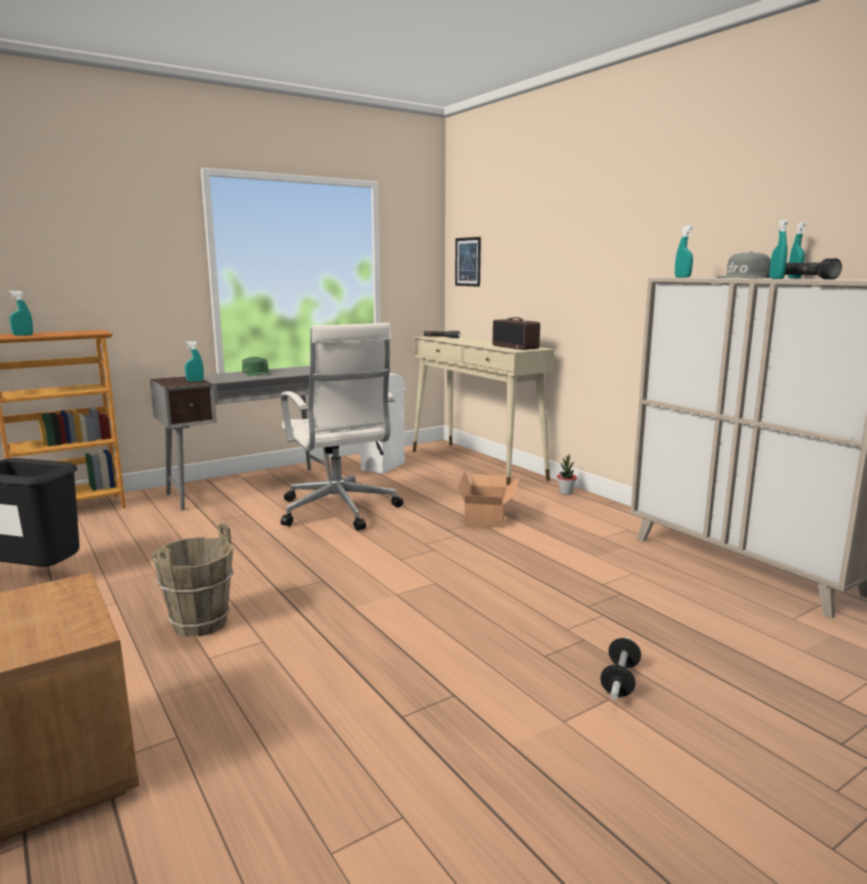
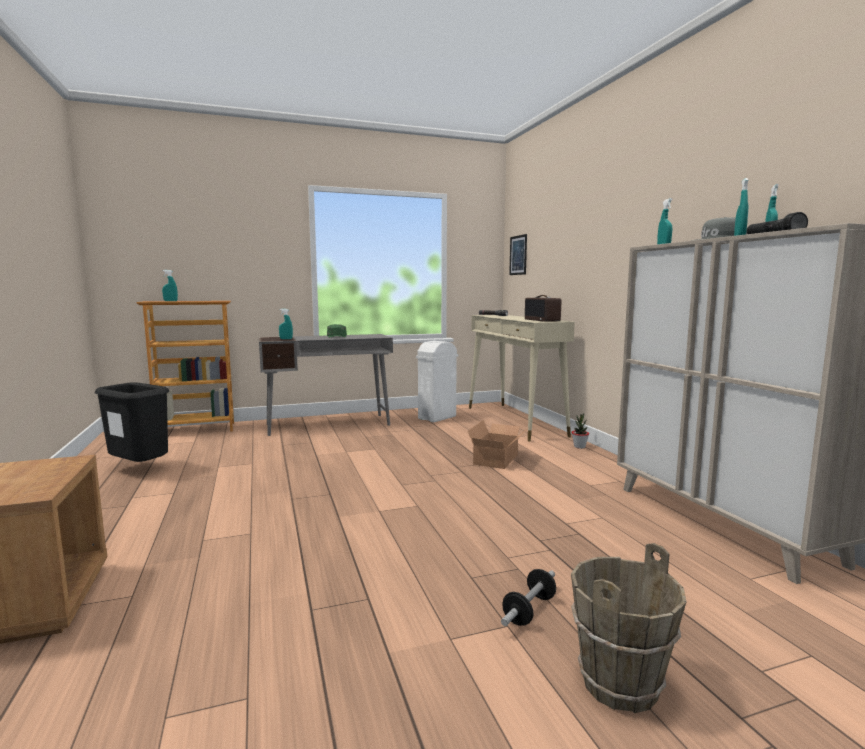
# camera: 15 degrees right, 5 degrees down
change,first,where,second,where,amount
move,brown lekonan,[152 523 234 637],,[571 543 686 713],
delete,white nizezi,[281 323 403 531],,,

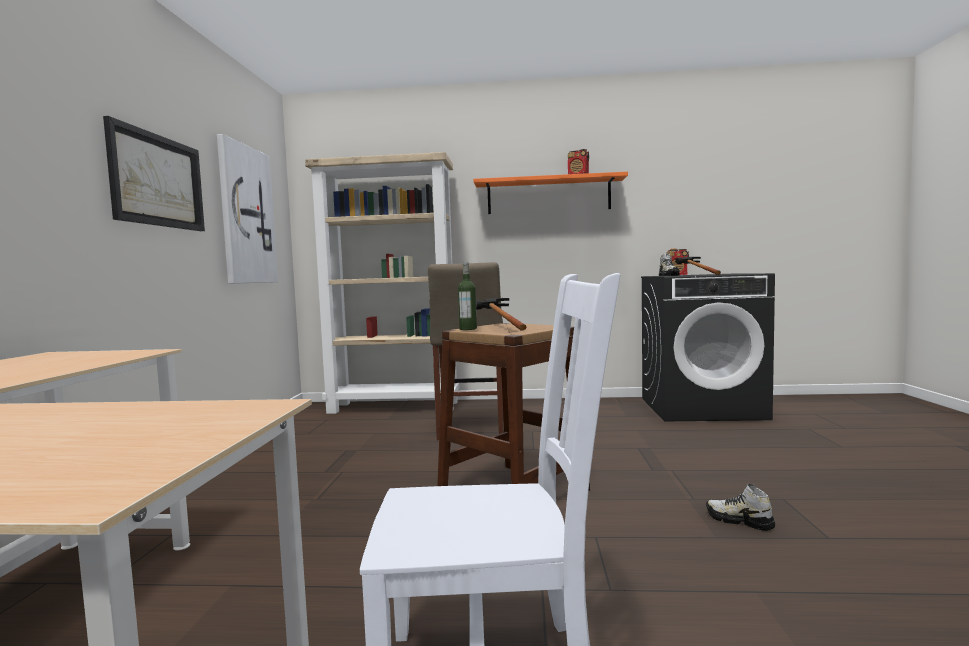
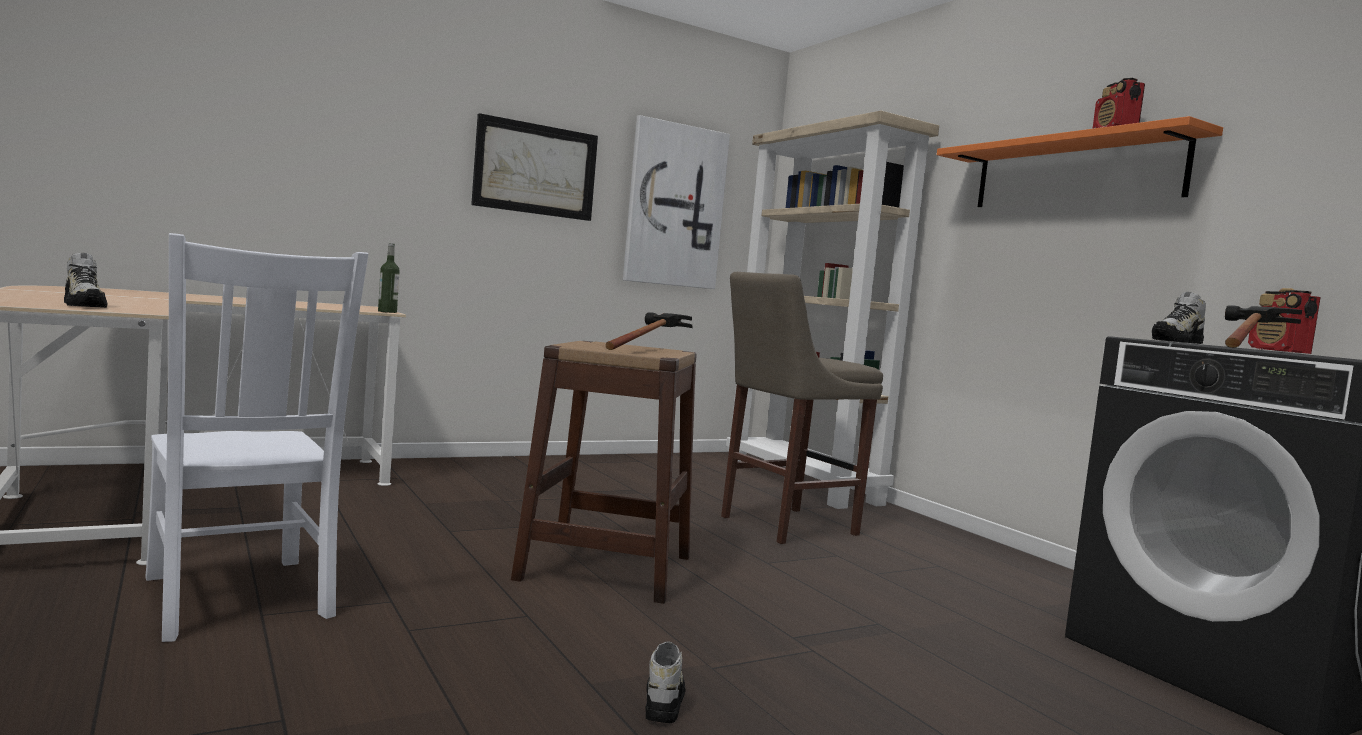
# camera: 55 degrees right, 0 degrees up
change,first,where,second,where,amount
insert,,,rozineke,[64 253 107 308],
move,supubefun,[458 262 477 330],,[378 243 400 313],

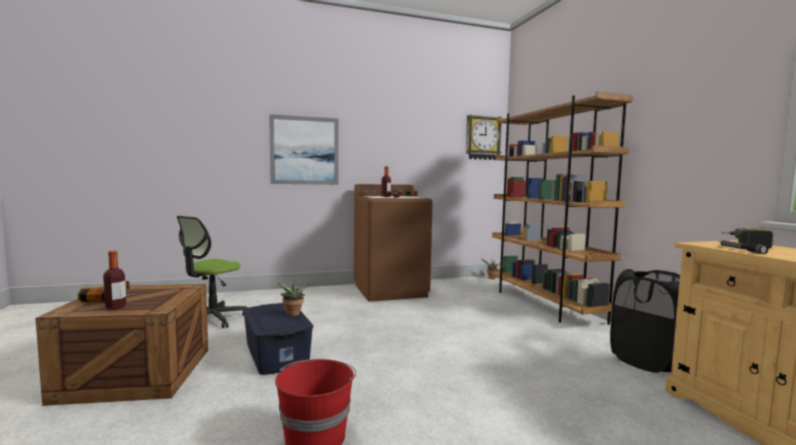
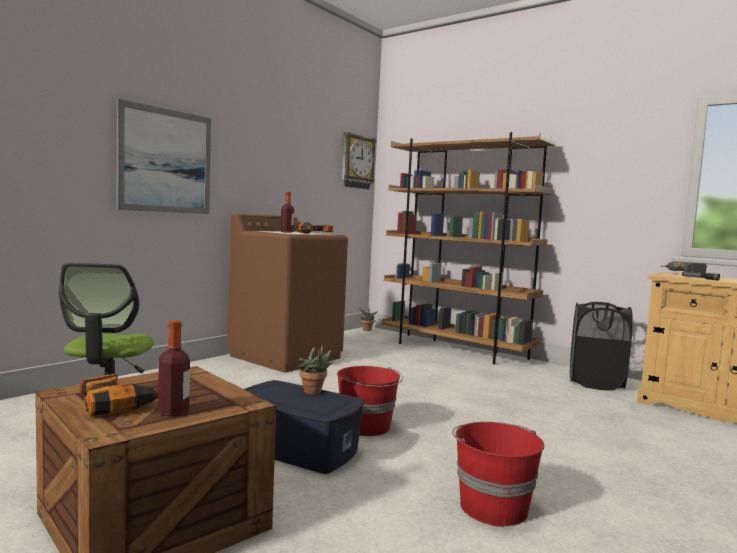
# camera: 35 degrees left, 0 degrees up
change,first,where,second,where,amount
insert,,,red lekonan,[337 366 403 436],

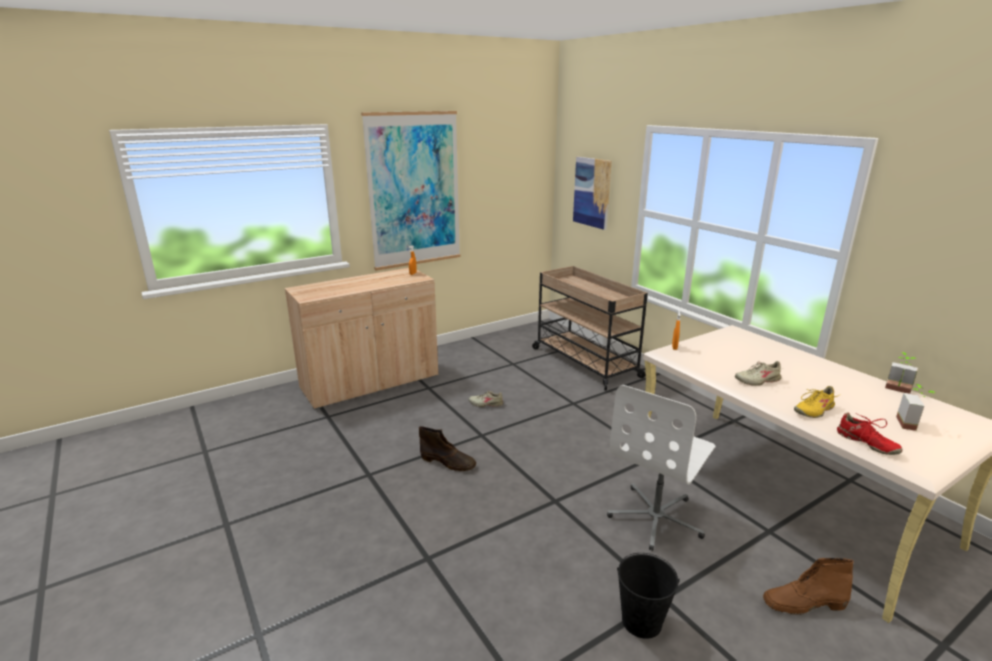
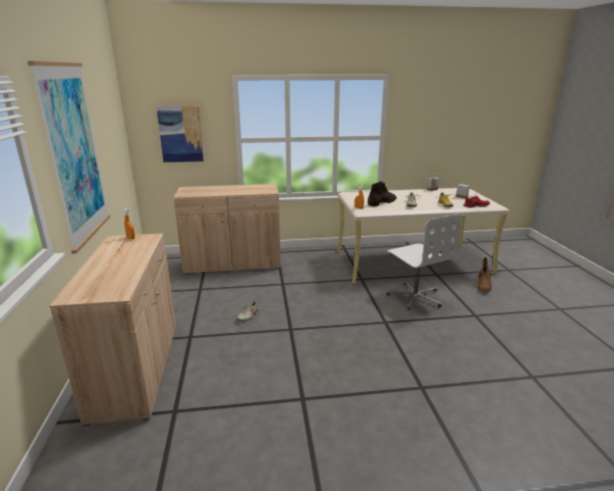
# camera: 65 degrees left, 0 degrees up
change,first,where,second,where,amount
replace,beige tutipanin,[532 266 648 391],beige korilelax,[173 184 281 274],
move,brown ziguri,[419 426 476 471],,[368 181 397 206],
delete,black lekonan,[617 553 680 639],,,

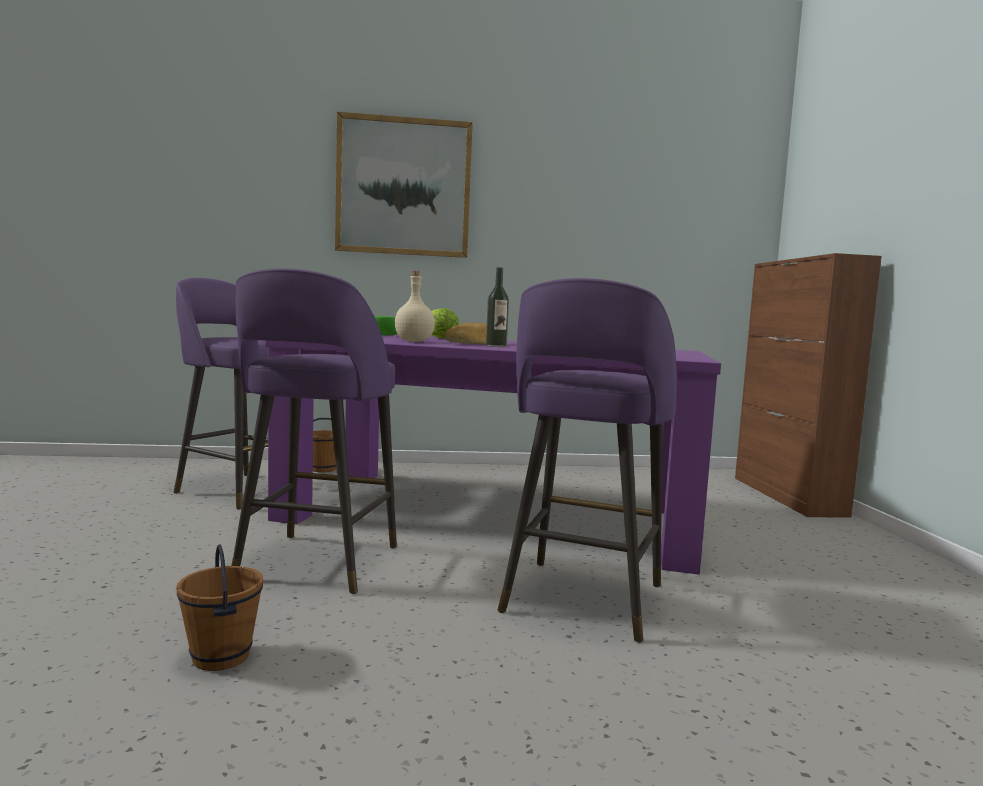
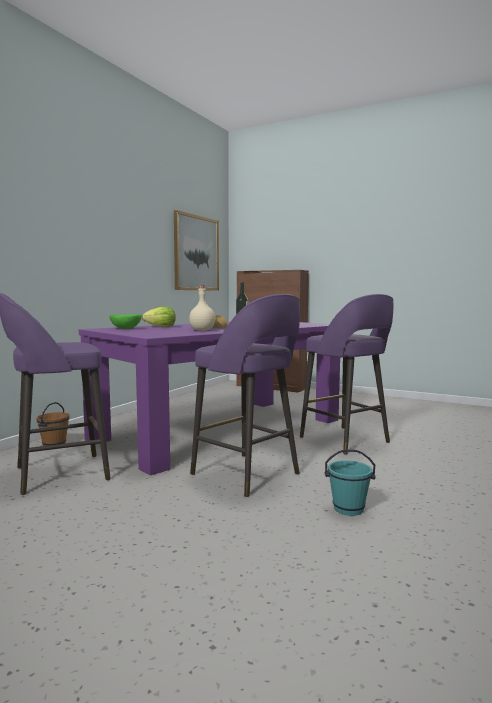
# camera: 55 degrees left, 0 degrees up
change,first,where,second,where,amount
move,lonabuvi,[335 112 473 258],,[174 210 219 291],
recolor,brown lekonan,[176 544 263 671],turquoise lekonan,[325 449 375 516],

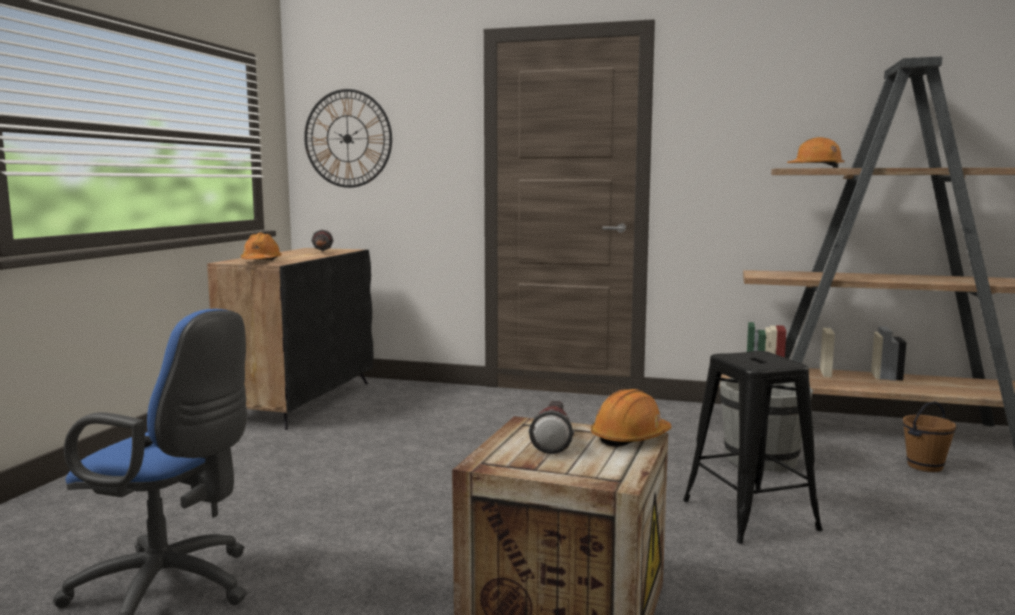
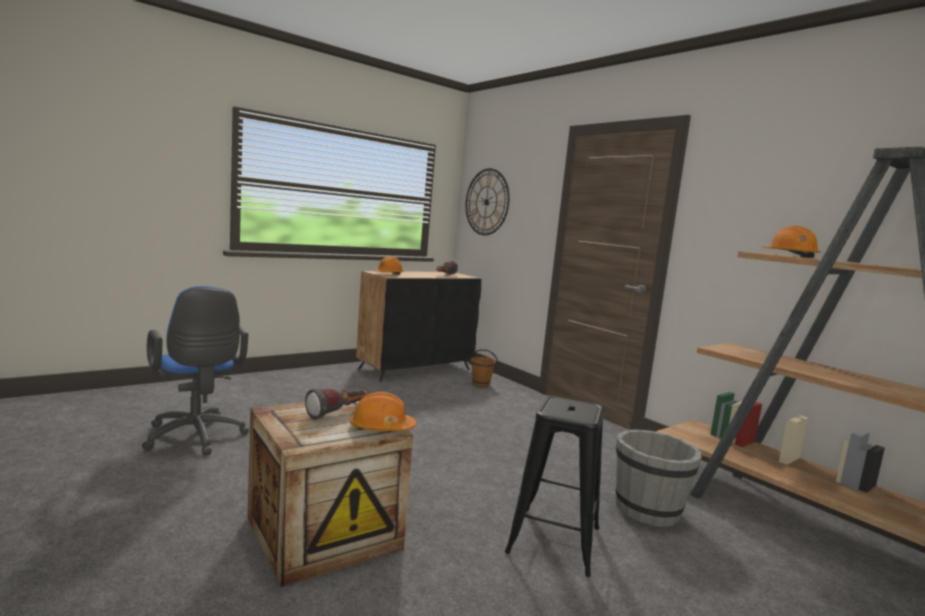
# camera: 35 degrees right, 0 degrees up
change,first,where,second,where,amount
move,brown lekonan,[903 401 956 472],,[469 349 498 387],

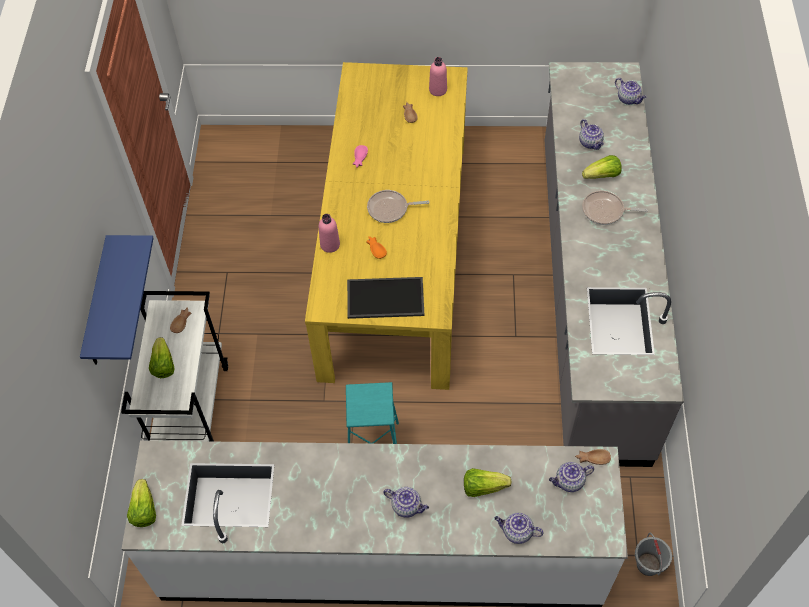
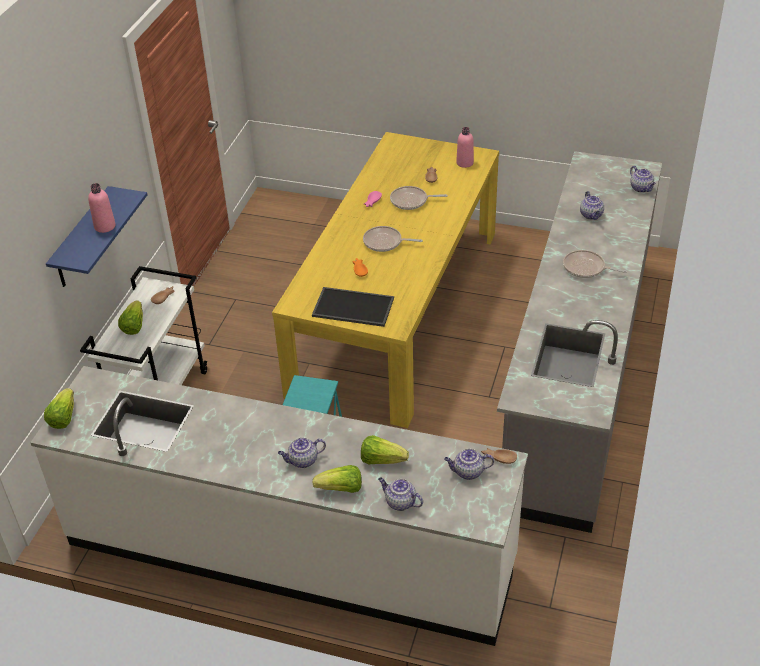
# camera: 15 degrees right, 15 degrees down
change,first,where,second,where,amount
move,pink supubefun,[319 214 340 253],,[88 183 116 233],
rotate,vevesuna,[384 487 429 518],,[278 437 326 468],120 degrees clockwise
move,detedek,[582 155 622 179],,[312 465 362 493],
insert,,,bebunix,[390 186 448 210],
delete,grey lekonan,[635 533 672 576],,,

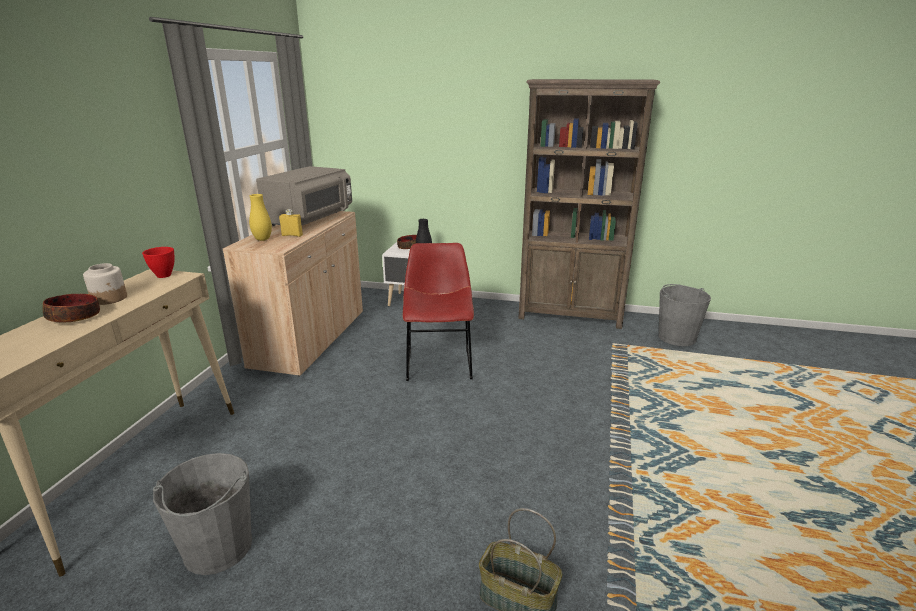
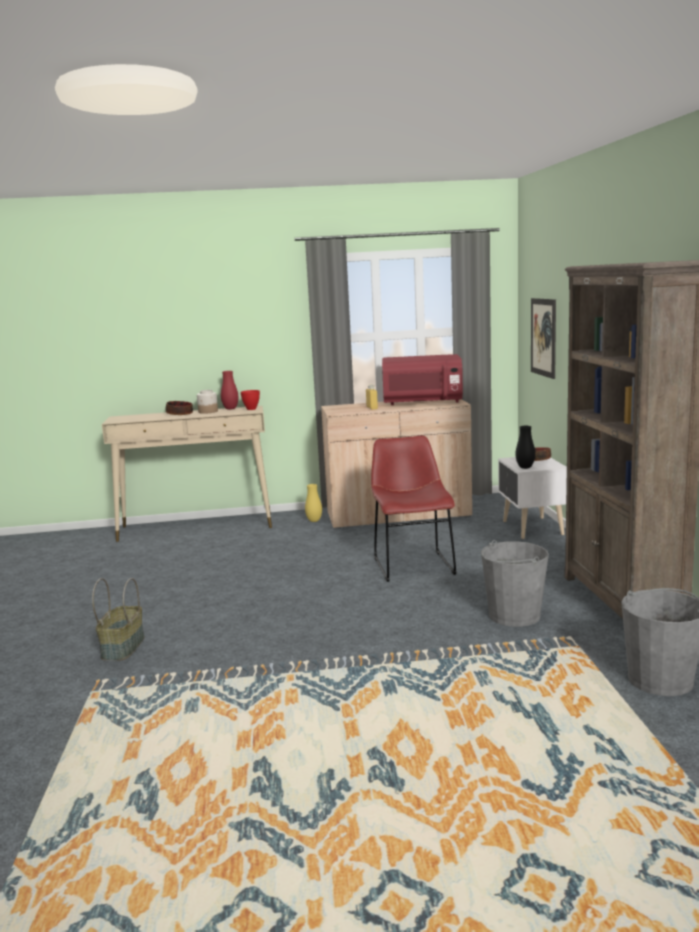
# camera: 70 degrees right, 10 degrees down
change,first,where,second,where,amount
insert,,,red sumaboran,[221 371 239 410],
move,yellow sumaboran,[249 194 272 241],,[305 484 322 522],
rotate,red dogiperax,[403 243 474 381],,[371 435 456 582],75 degrees counterclockwise
recolor,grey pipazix,[256 166 352 226],red pipazix,[382 354 463 405],
move,grey lekonan,[153 453 252 575],,[481 540 549 627],
insert,,,lonabuvi,[531 298 556 379],

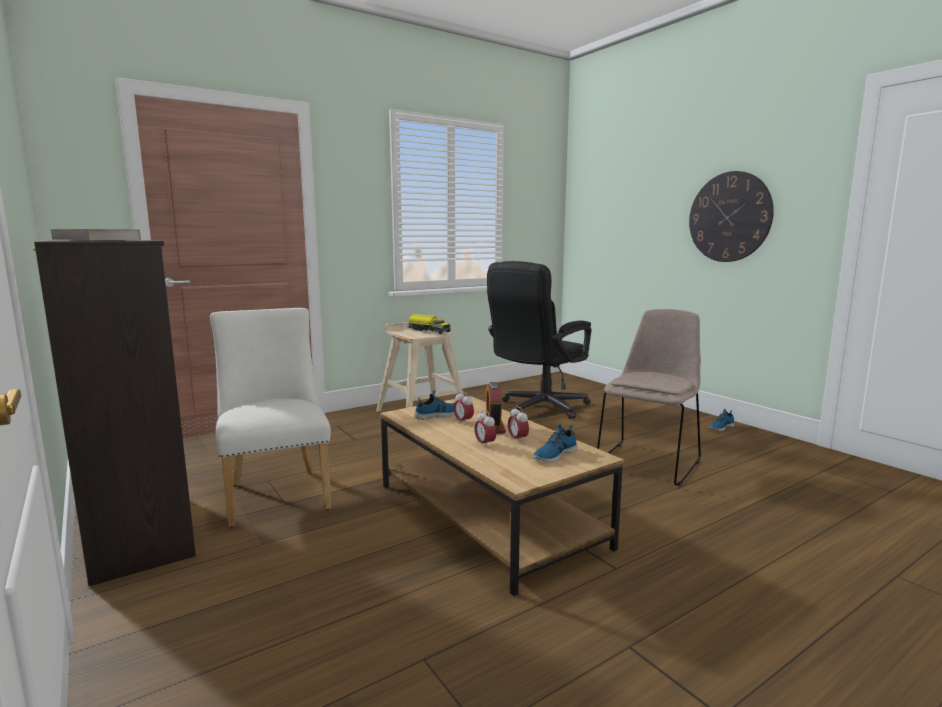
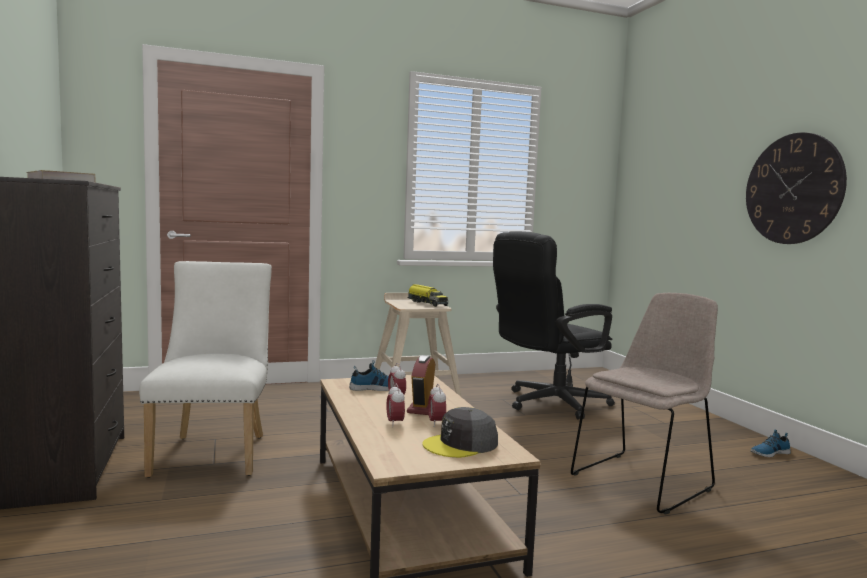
# camera: 15 degrees right, 5 degrees down
change,first,where,second,where,amount
replace,rozineke,[533 424 577 462],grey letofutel,[423 407 498 458],

